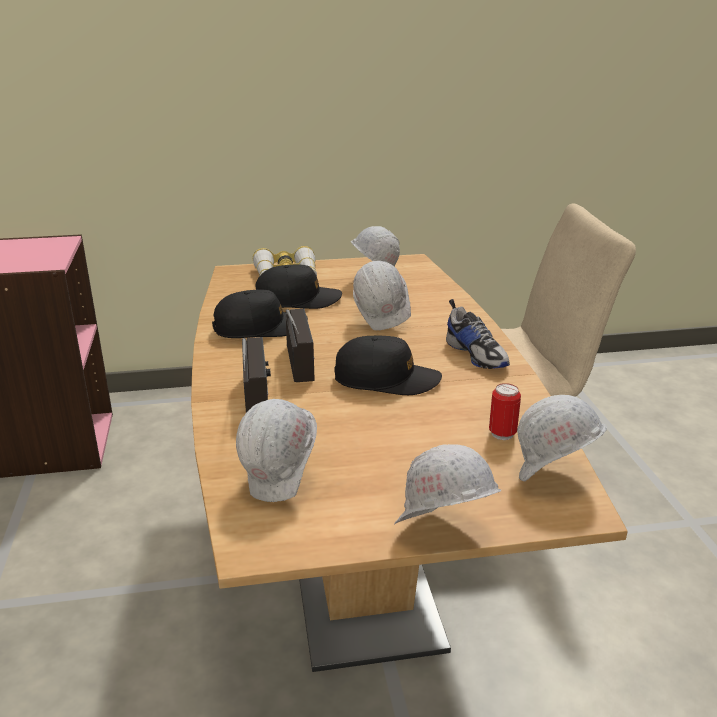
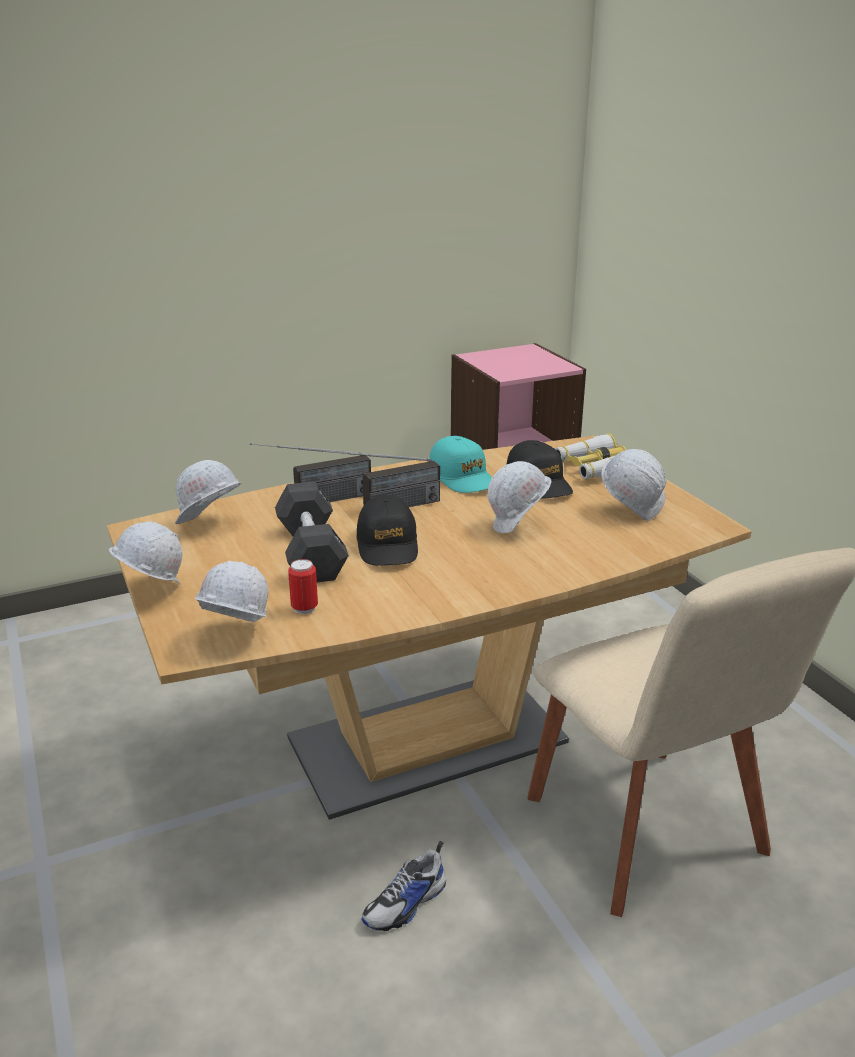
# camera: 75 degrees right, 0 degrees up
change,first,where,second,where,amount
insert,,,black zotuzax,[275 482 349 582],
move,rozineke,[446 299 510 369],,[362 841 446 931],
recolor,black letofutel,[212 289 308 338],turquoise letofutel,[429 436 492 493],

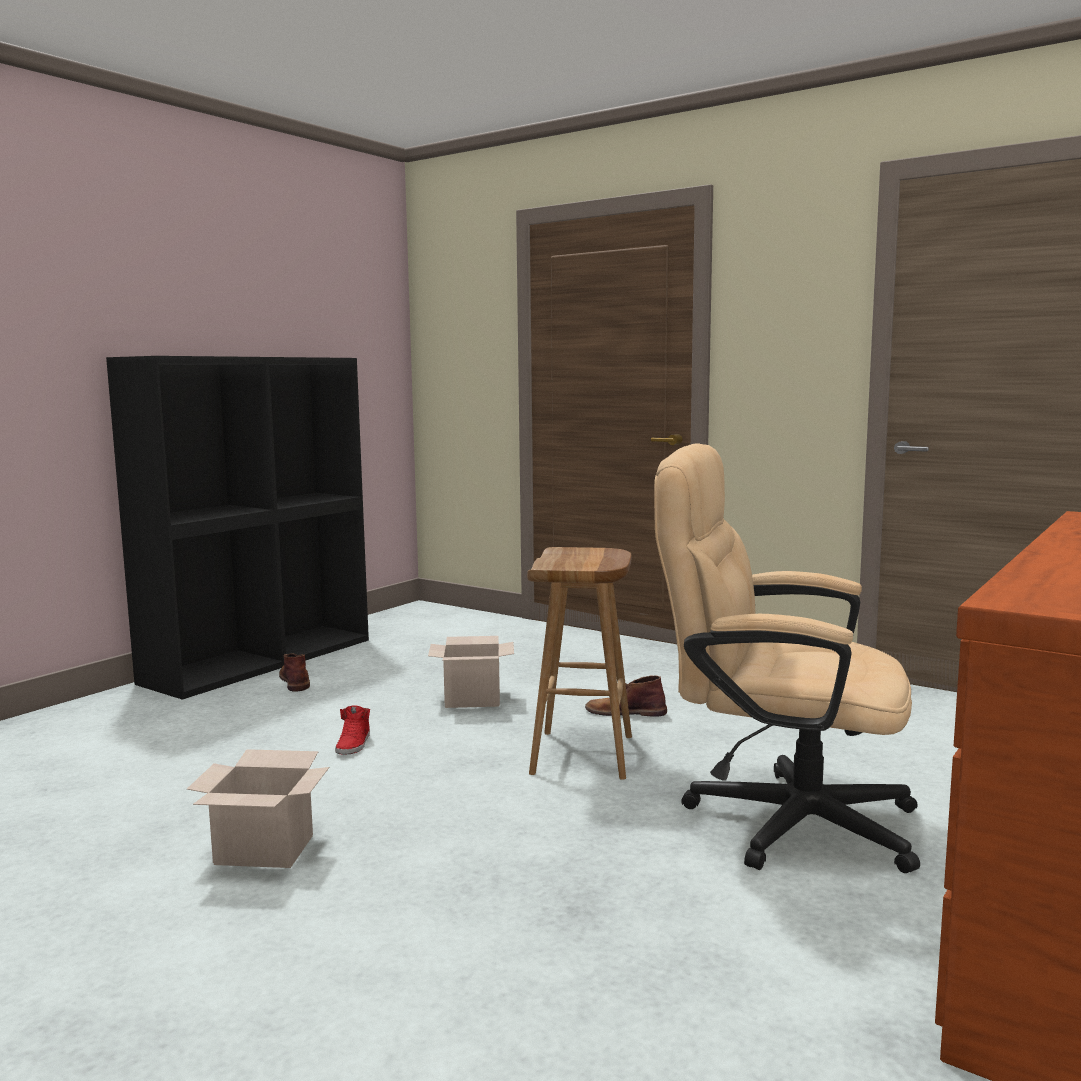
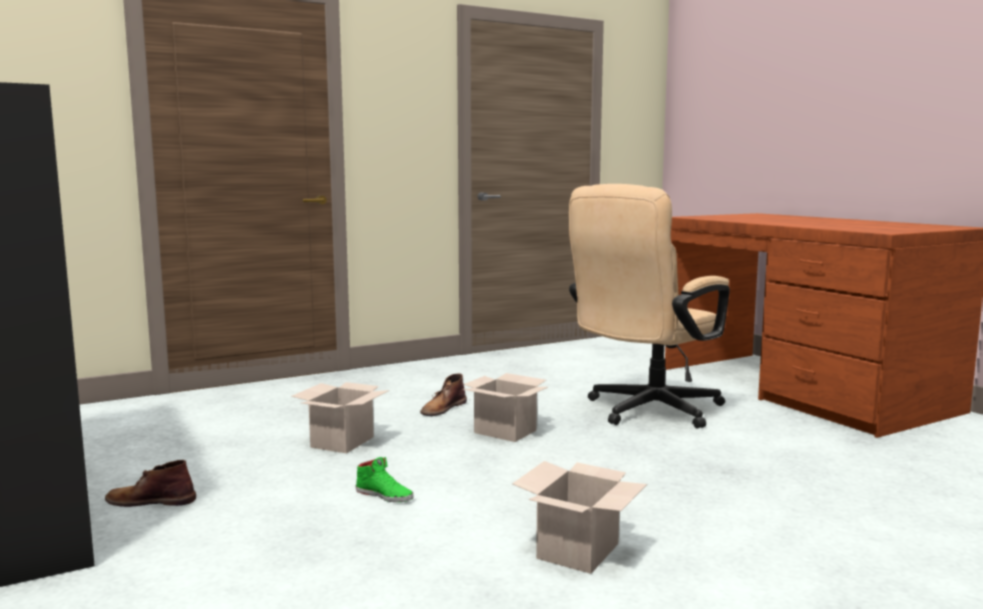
# camera: 65 degrees left, 0 degrees up
change,first,where,second,where,amount
recolor,red rozineke,[335 705 370 755],green rozineke,[356 457 414 502],
replace,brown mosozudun,[527 547 632 780],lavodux,[463 373 548 442],

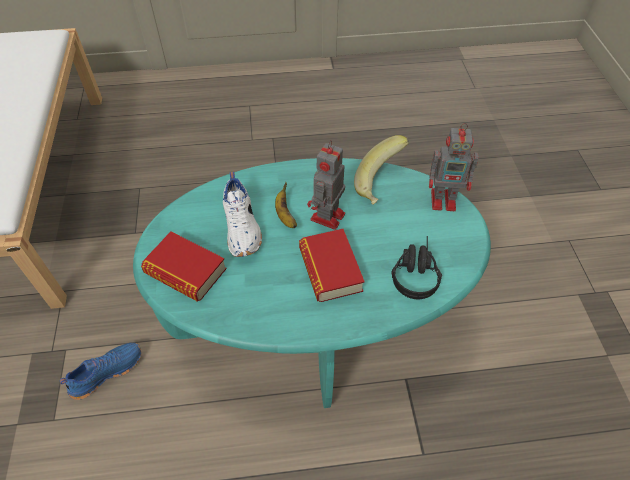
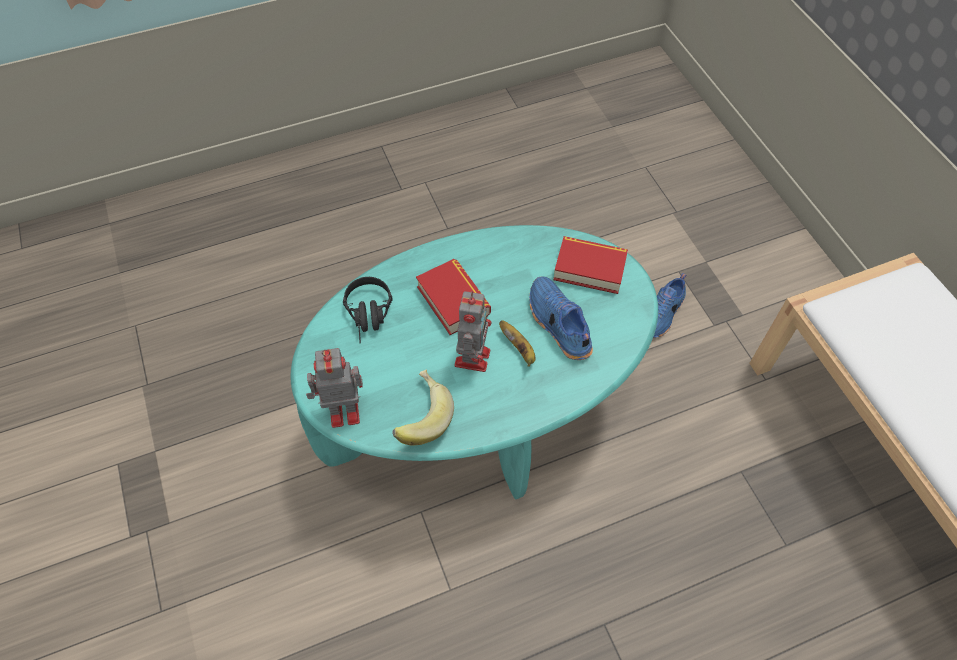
# camera: 165 degrees right, 5 degrees up
change,first,where,second,where,amount
recolor,white rozineke,[223 172 262 257],blue rozineke,[529 277 593 360],

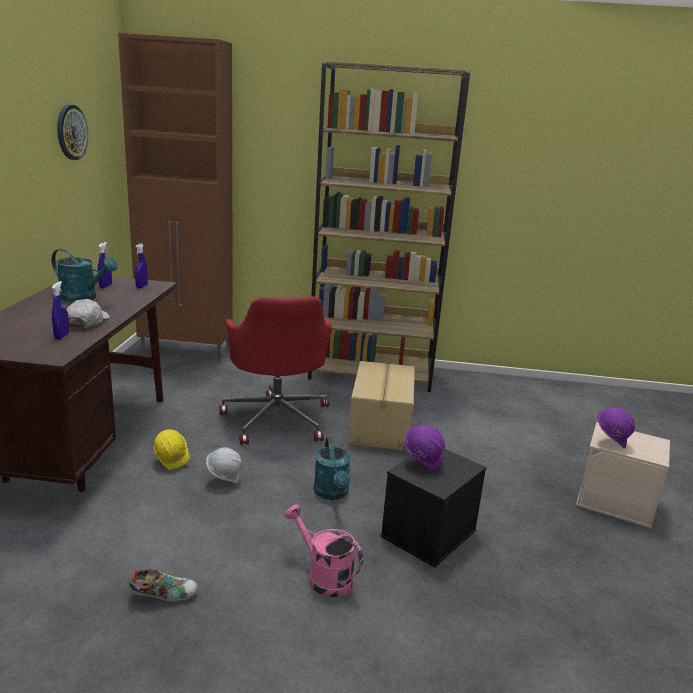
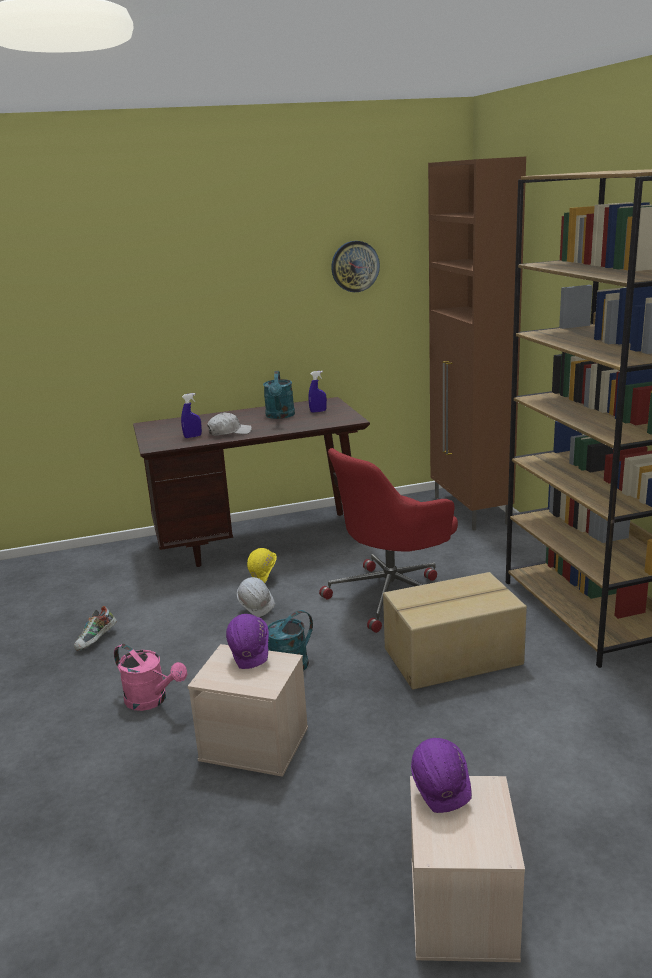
# camera: 70 degrees right, 0 degrees up
change,first,where,second,where,amount
rotate,rozineke,[128 569 198 602],,[74 606 117 651],60 degrees clockwise
rotate,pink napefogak,[285 504 363 597],,[114 644 187 711],105 degrees clockwise
recolor,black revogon,[381 449 486 568],beige revogon,[188 644 308 777],
delete,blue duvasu,[135 244 148 288],,,

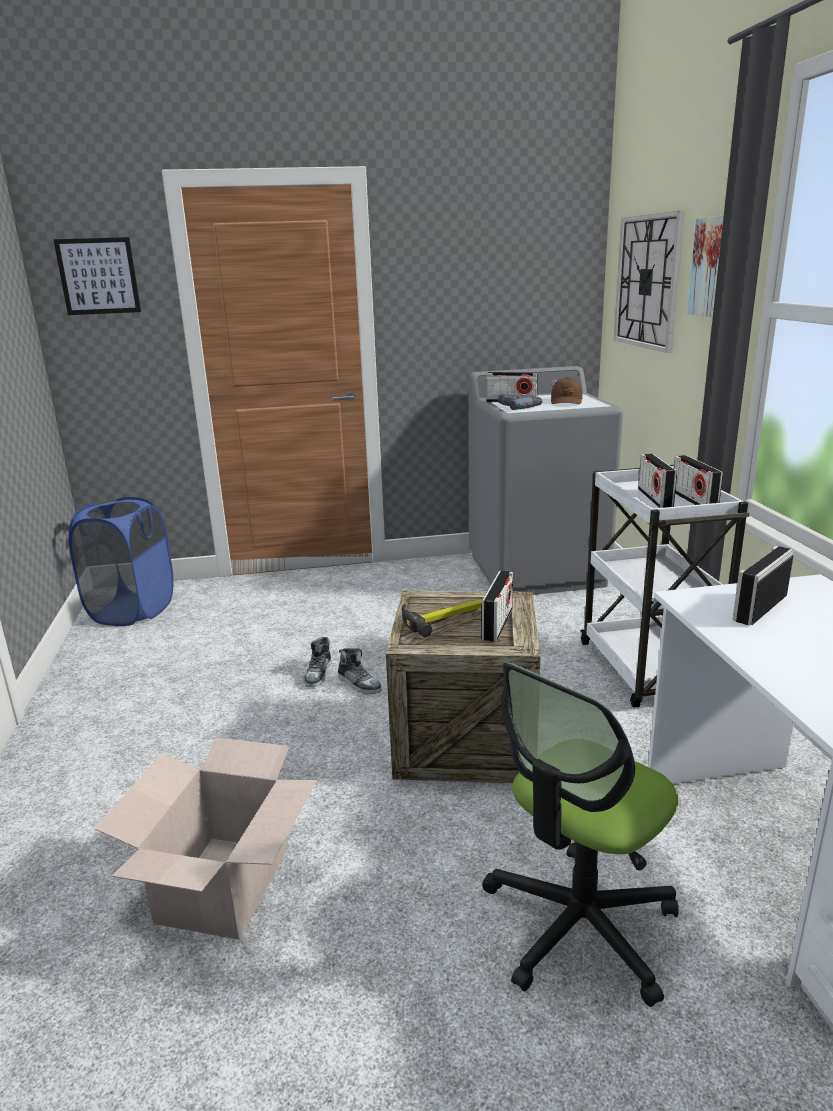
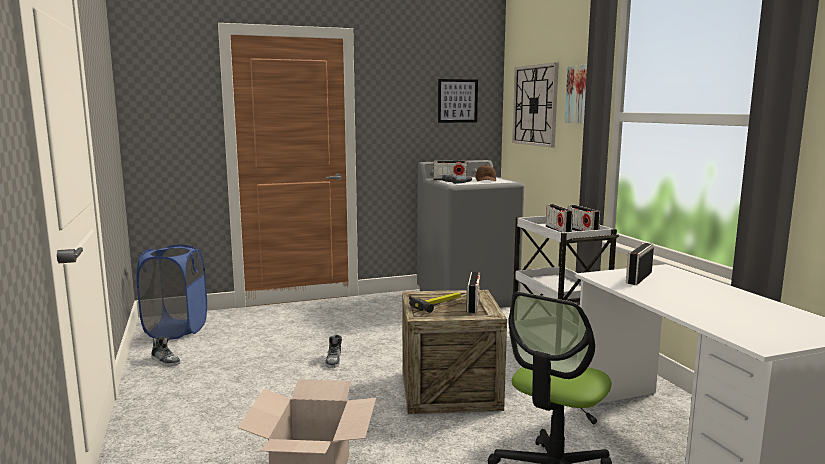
# camera: 10 degrees left, 10 degrees down
change,first,where,second,where,amount
move,rozineke,[338 648 382 694],,[151 336 180 367],
move,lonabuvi,[53 237 141 315],,[438 79 478 123],

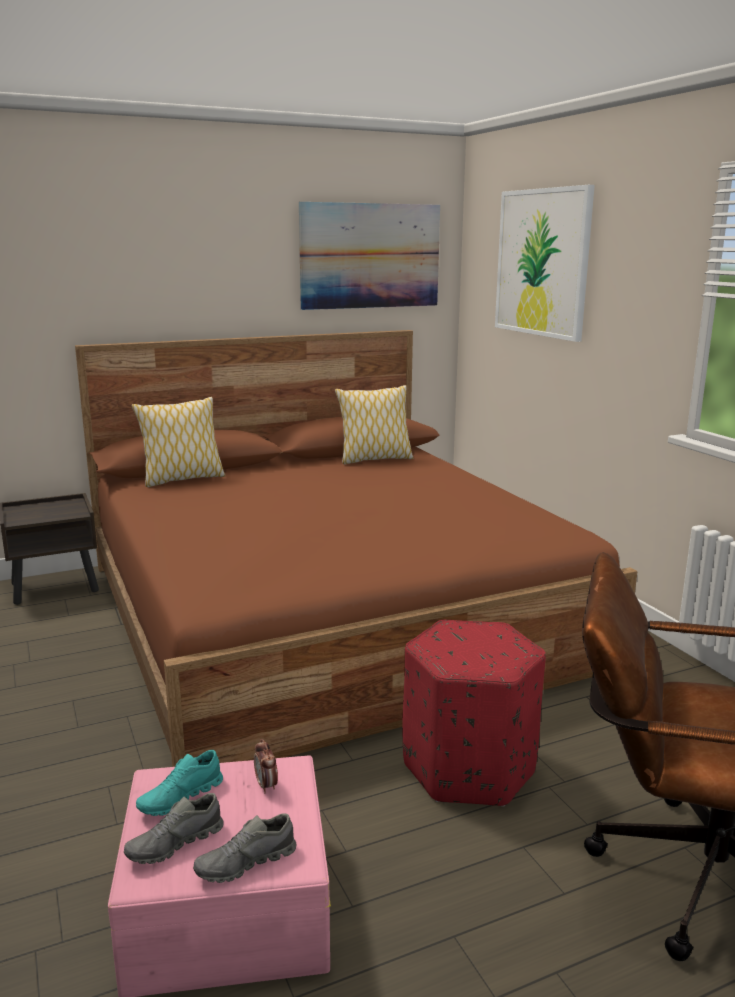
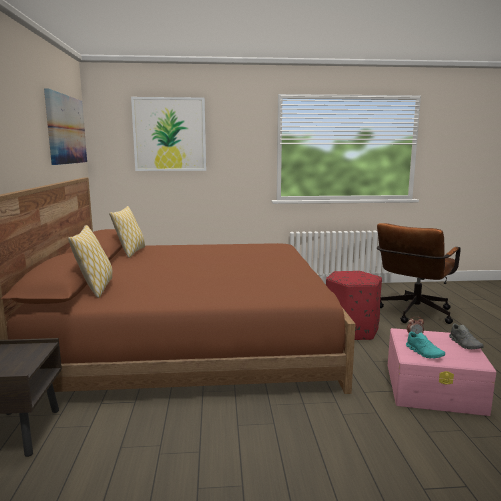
# camera: 70 degrees left, 5 degrees down
change,first,where,second,where,amount
delete,grey rozineke,[124 793 224 864],,,

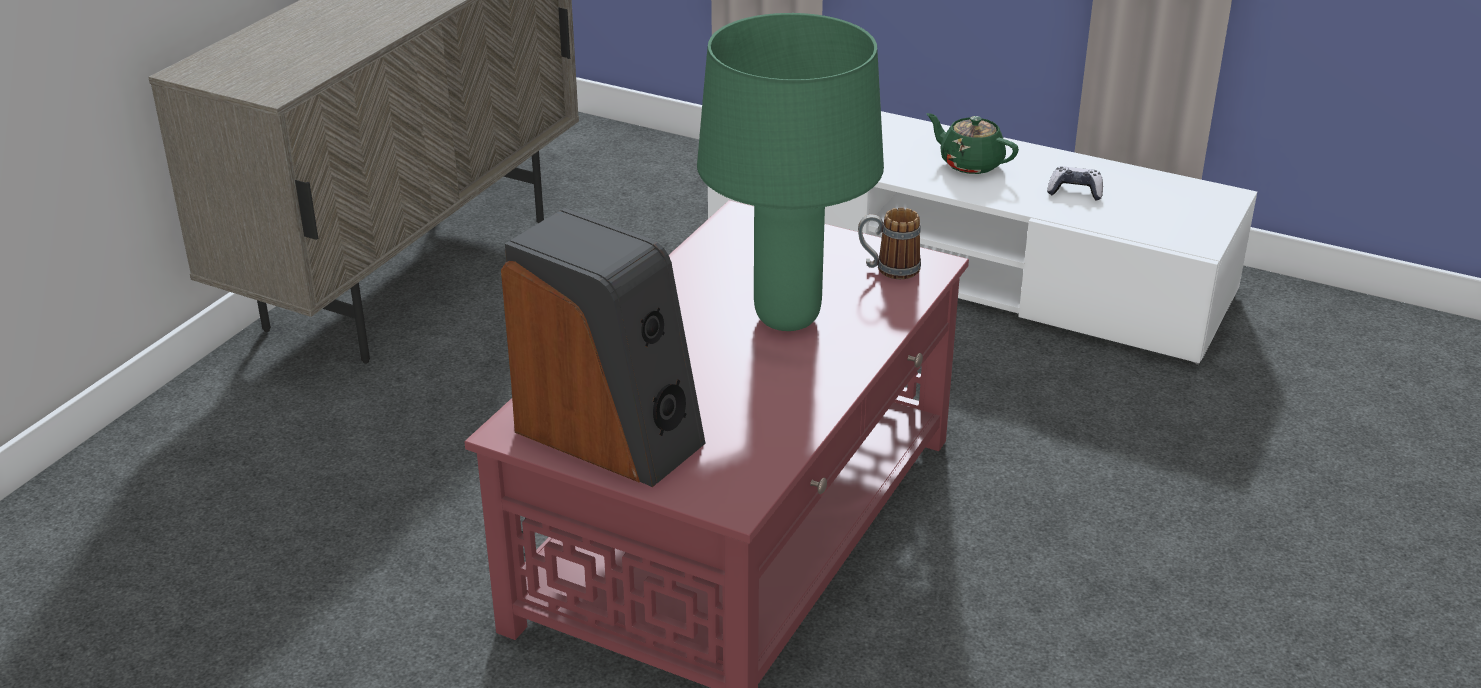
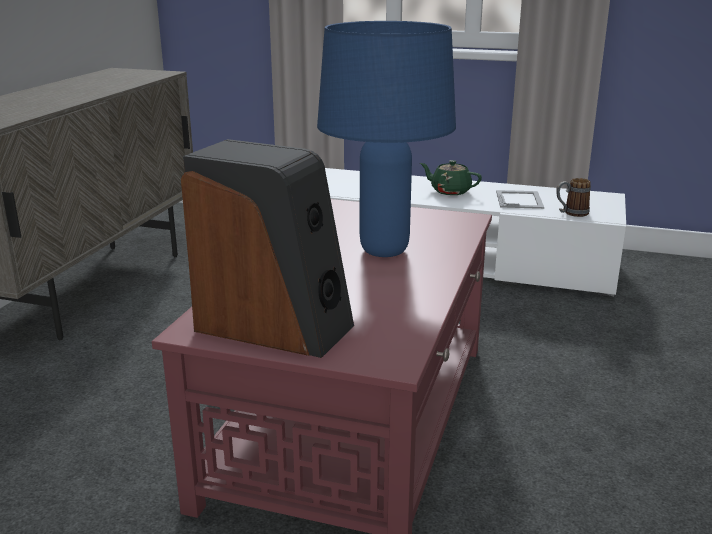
# camera: 10 degrees left, 10 degrees down
change,first,where,second,where,amount
recolor,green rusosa,[697 13 884 331],blue rusosa,[317 21 456 257],
replace,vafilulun,[1047 166 1103 201],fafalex,[496 190 544 209],
move,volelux,[858 207 921 279],,[556 178 591 217],

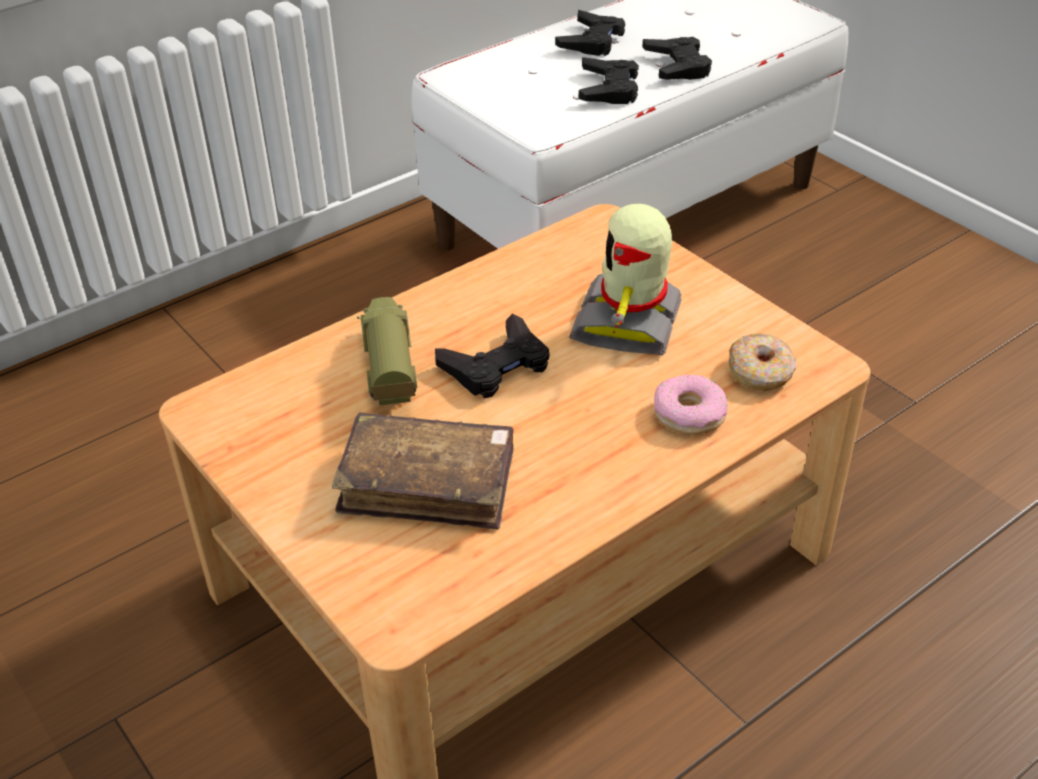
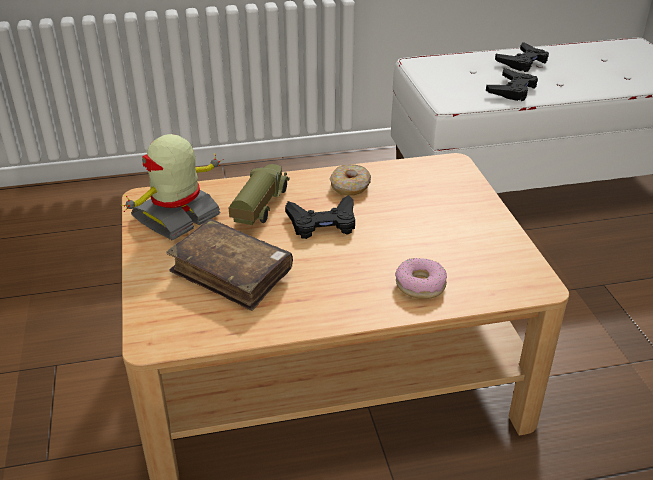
# camera: 25 degrees right, 5 degrees down
change,first,where,second,where,amount
move,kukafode,[569 204 682 355],,[122 134 224 240],
move,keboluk,[729 333 796 391],,[330 164 371 196],
delete,black vafilulun,[643 37 712 80],,,

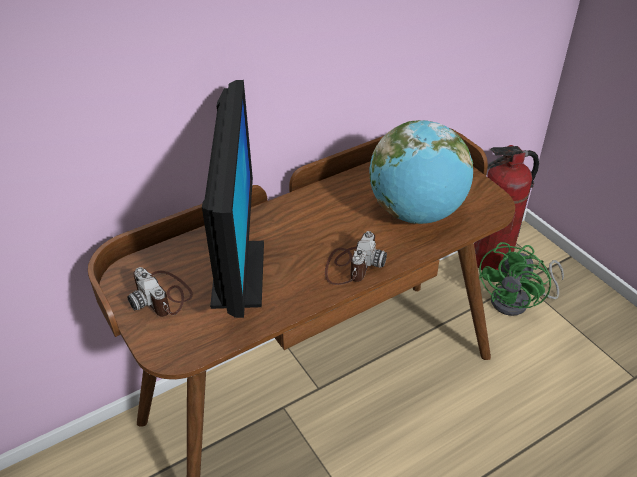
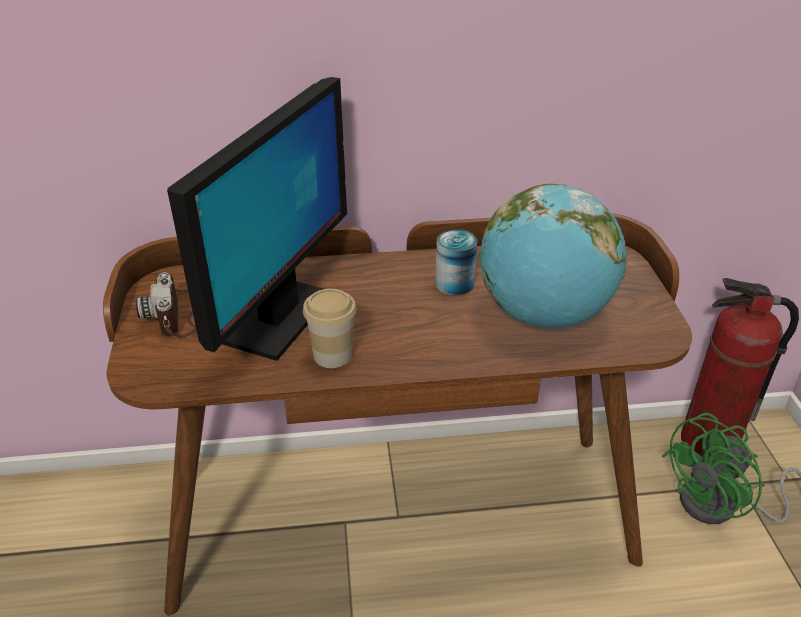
# camera: 25 degrees right, 5 degrees down
change,first,where,second,where,amount
insert,,,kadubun,[303 289 356 368],
insert,,,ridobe,[435 229 477 295],
delete,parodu,[325 231 387 285],,,

